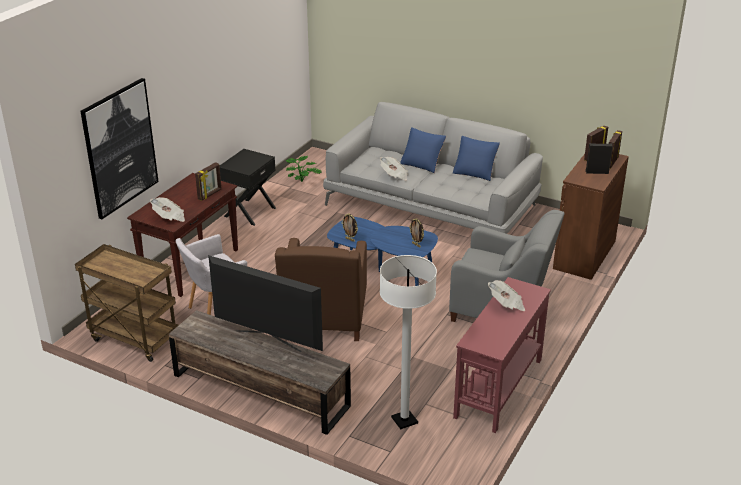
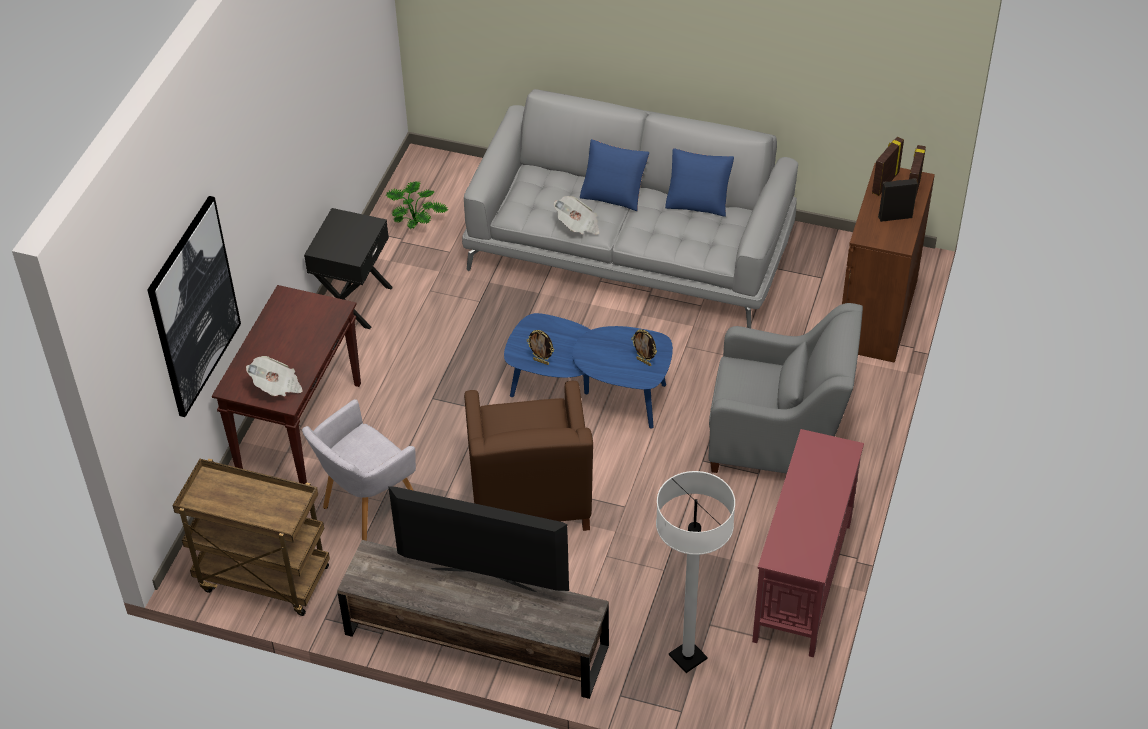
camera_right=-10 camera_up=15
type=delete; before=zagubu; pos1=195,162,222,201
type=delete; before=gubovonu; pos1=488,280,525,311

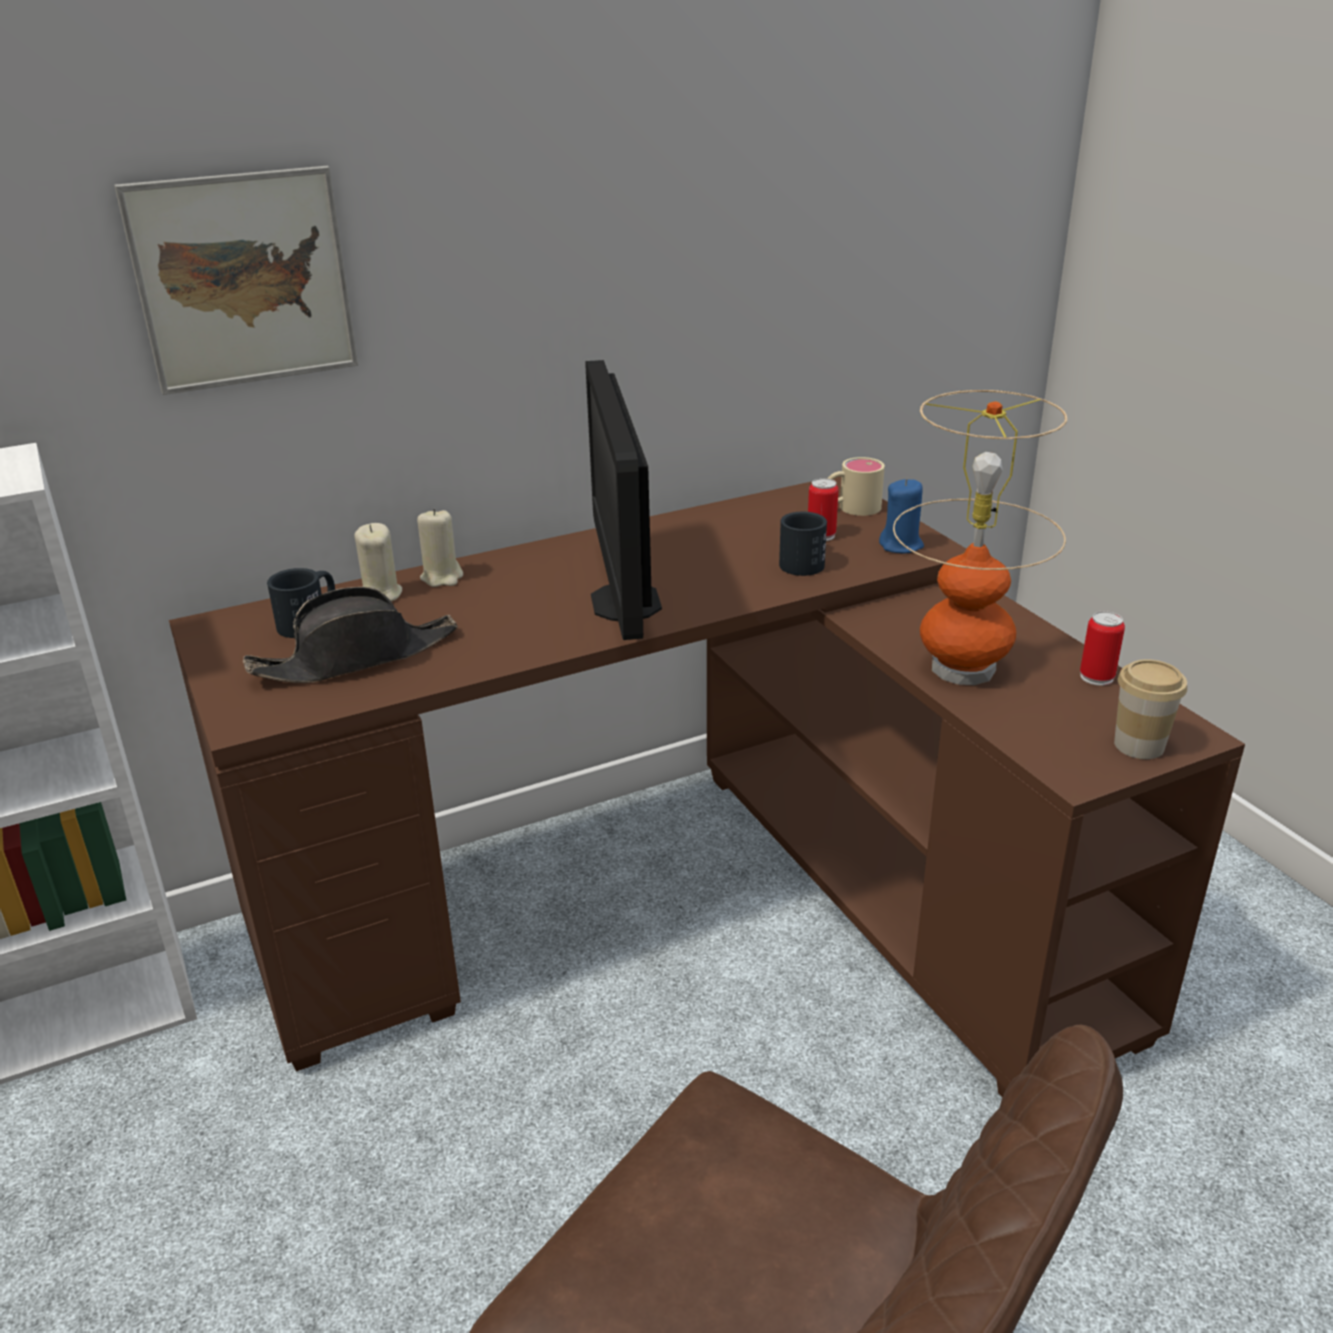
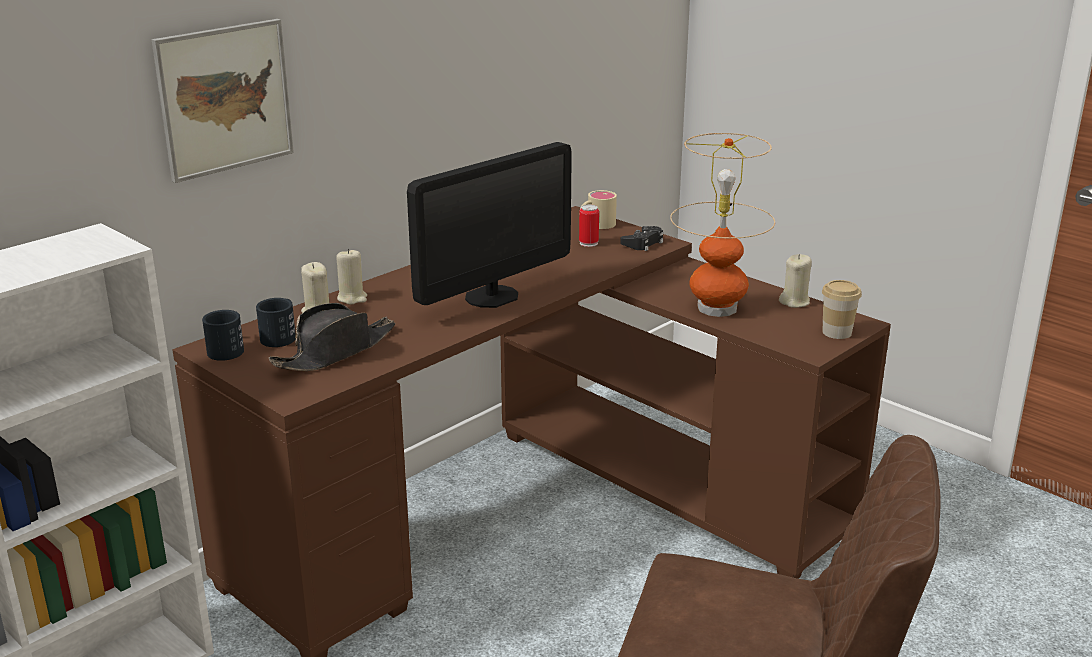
camera_right=-20 camera_up=-5
type=rotate; before=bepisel; pos1=585,360,662,640; pos2=407,142,572,308; turn=-105
type=replace; before=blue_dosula; after=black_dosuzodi; pos1=879,479,924,553; pos2=620,226,663,251
type=move; before=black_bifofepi; pos1=779,512,827,576; pos2=202,310,244,361
type=replace; before=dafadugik; after=beige_dosula; pos1=1080,611,1125,686; pos2=779,254,812,308

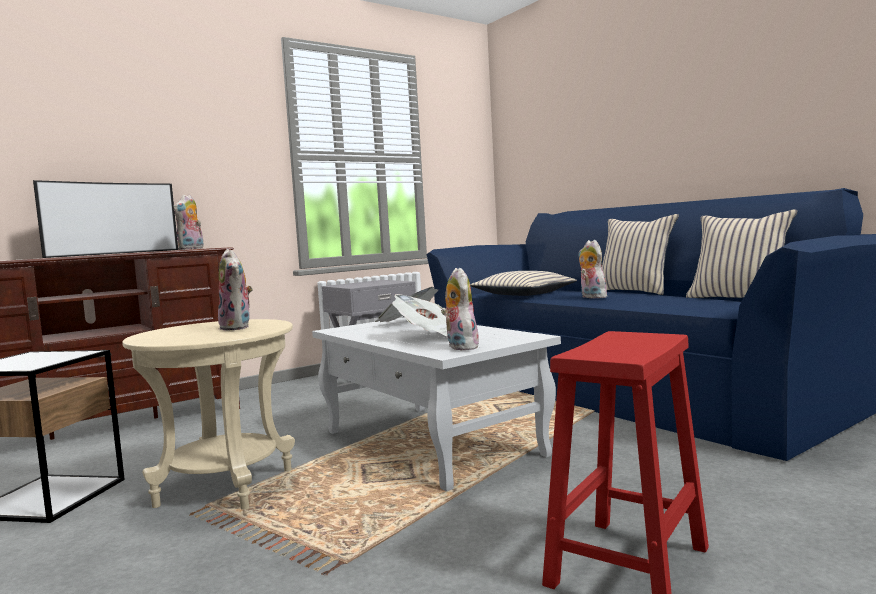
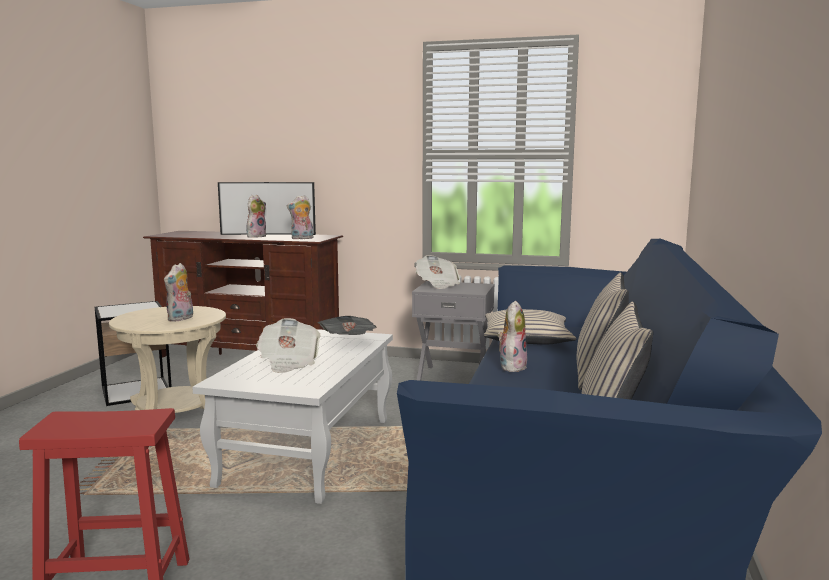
camera_right=50 camera_up=5
type=move; before=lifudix; pos1=441,268,479,350; pos2=247,195,266,238
type=insert; after=gubovonu; pos2=416,255,460,289

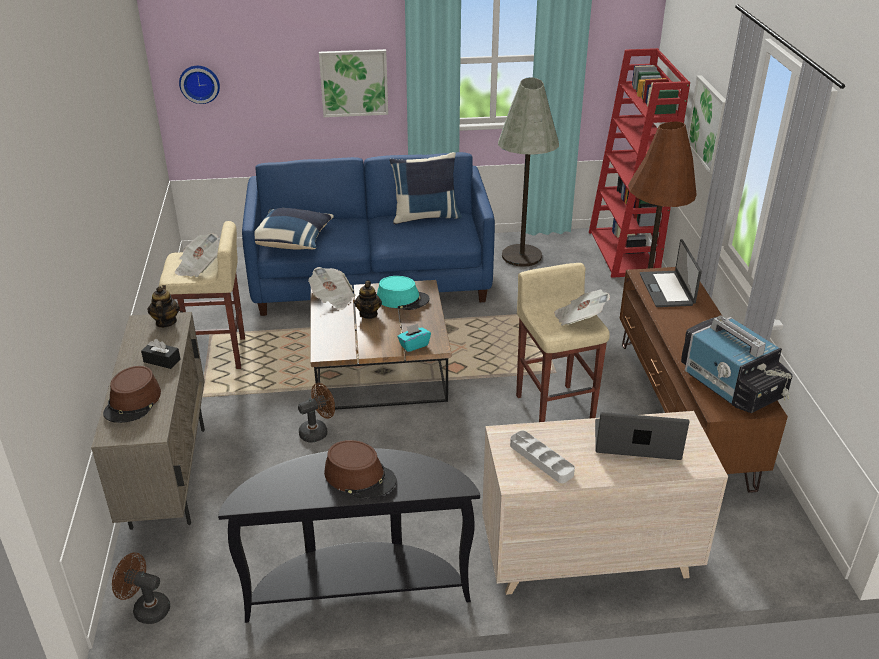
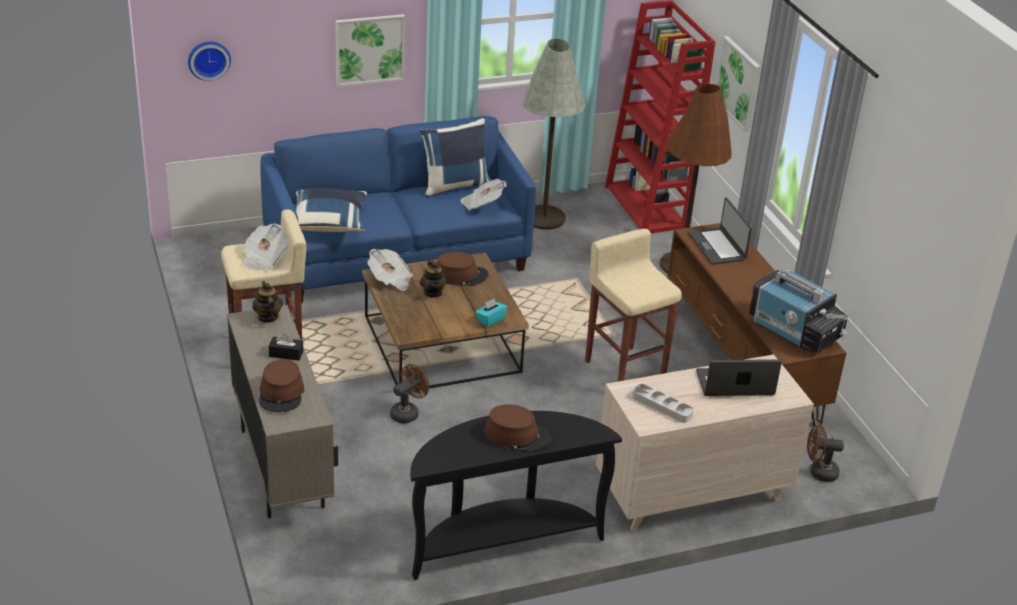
camera_right=-15 camera_up=0
type=recolor; before=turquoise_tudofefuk; after=brown_tudofefuk; pos1=377,276,430,310; pos2=437,252,489,286
type=move; before=gubovonu; pos1=554,290,610,326; pos2=461,179,507,210
type=move; before=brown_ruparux; pos1=112,553,170,624; pos2=807,425,844,482

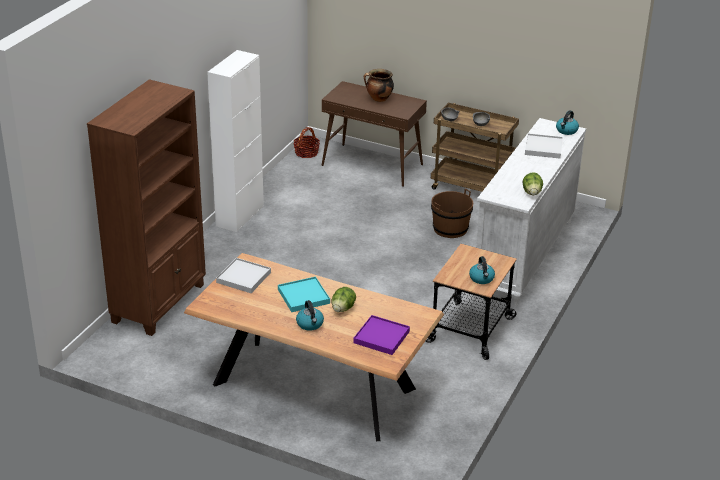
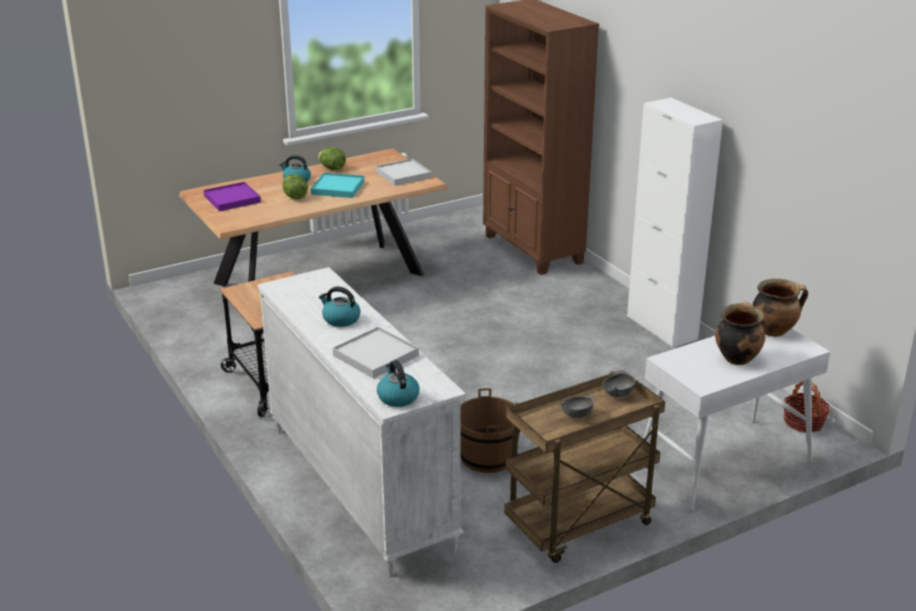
camera_right=125 camera_up=-5
type=recolor; before=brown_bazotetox; after=white_bazotetox; pos1=322,81,427,187; pos2=643,328,830,510
type=move; before=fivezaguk; pos1=523,172,543,195; pos2=318,147,346,170
type=move; before=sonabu; pos1=469,256,495,284; pos2=319,286,360,327
type=insert; after=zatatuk; pos2=753,279,808,337

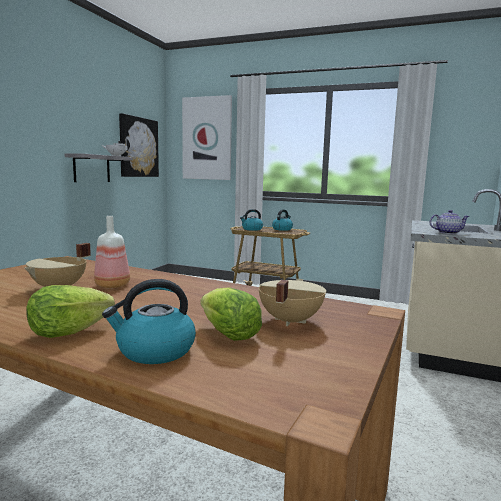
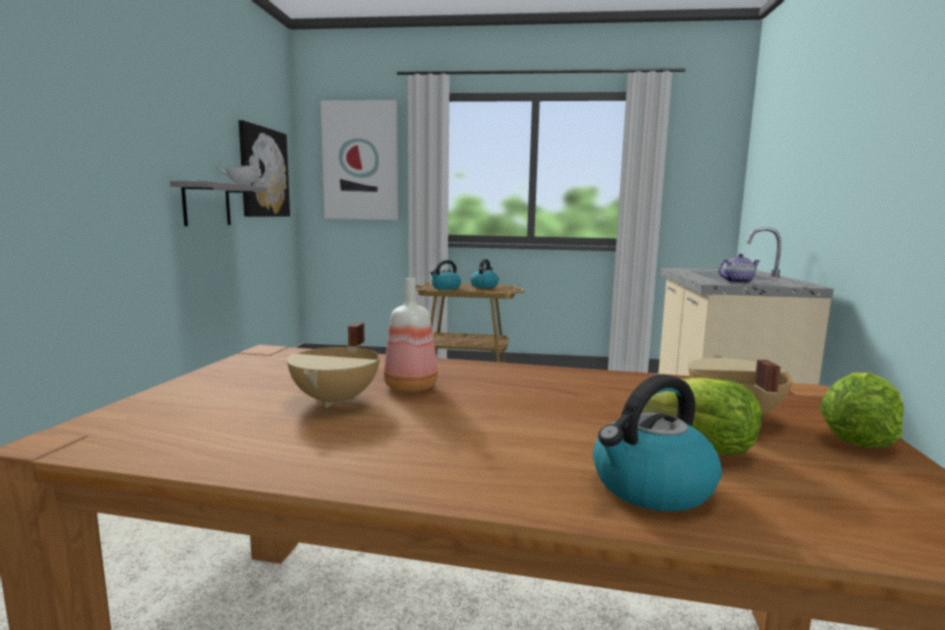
camera_right=-15 camera_up=0
type=move; before=fivezaguk; pos1=26,285,115,338; pos2=819,373,904,448

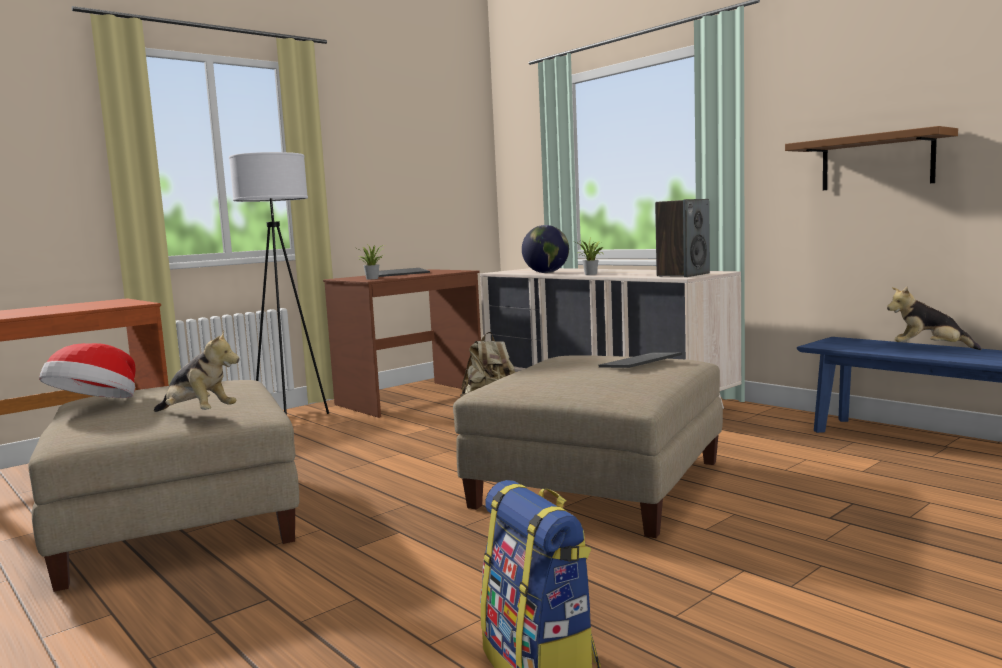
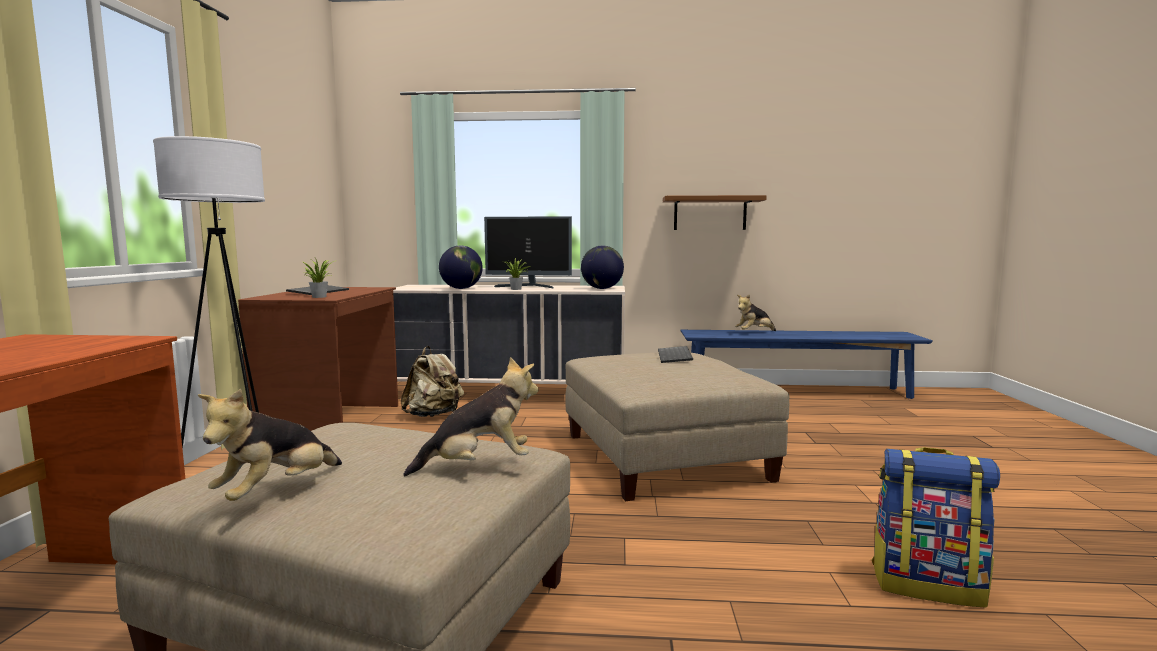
camera_right=-45 camera_up=0
type=replace; before=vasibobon; after=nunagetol; pos1=655,199,710,277; pos2=581,245,624,289
type=replace; before=tudofefuk; after=lifudix; pos1=39,343,136,398; pos2=198,389,342,501
type=insert; after=bepisel; pos2=484,216,572,288

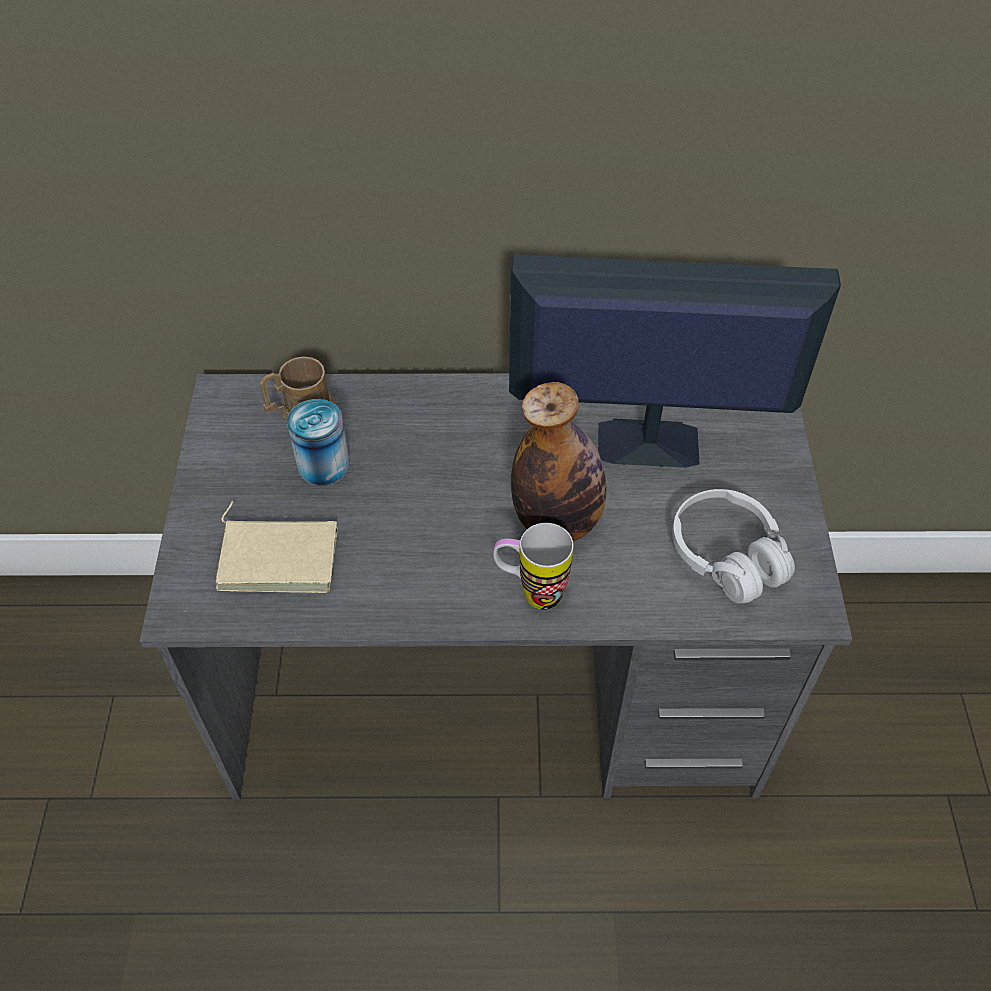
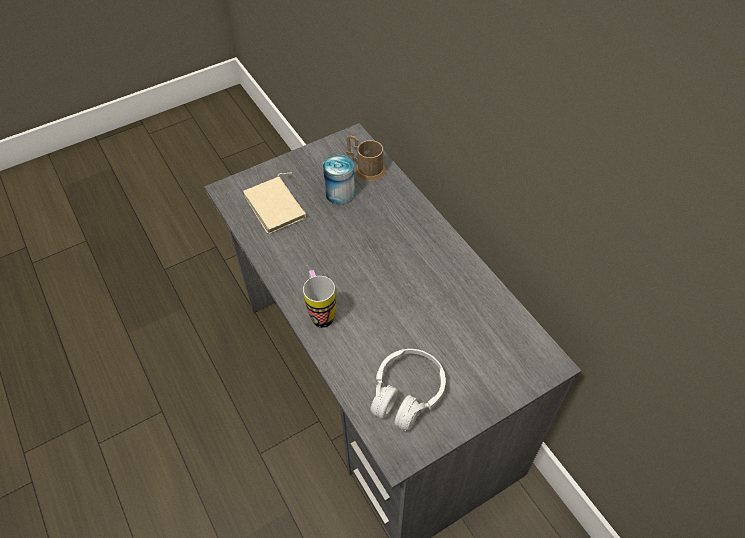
camera_right=60 camera_up=0
type=delete; before=bepisel; pos1=509,255,841,468
type=delete; before=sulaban; pos1=511,382,606,541

